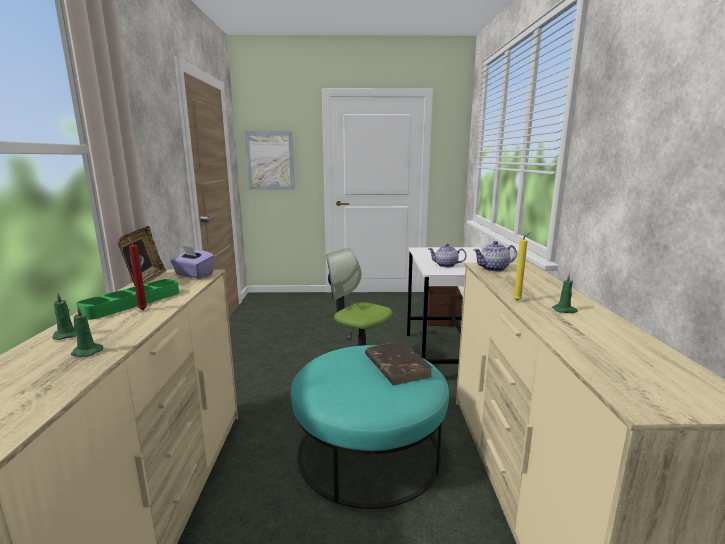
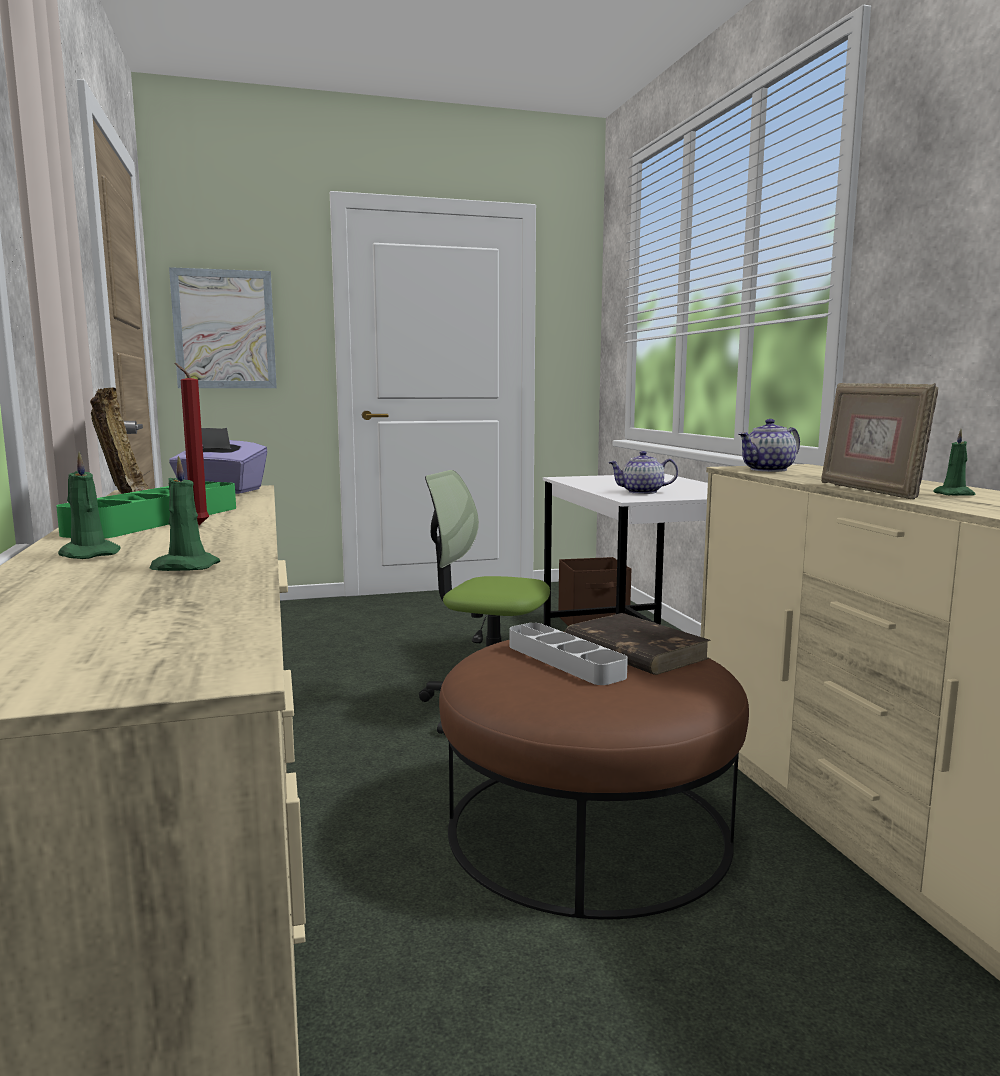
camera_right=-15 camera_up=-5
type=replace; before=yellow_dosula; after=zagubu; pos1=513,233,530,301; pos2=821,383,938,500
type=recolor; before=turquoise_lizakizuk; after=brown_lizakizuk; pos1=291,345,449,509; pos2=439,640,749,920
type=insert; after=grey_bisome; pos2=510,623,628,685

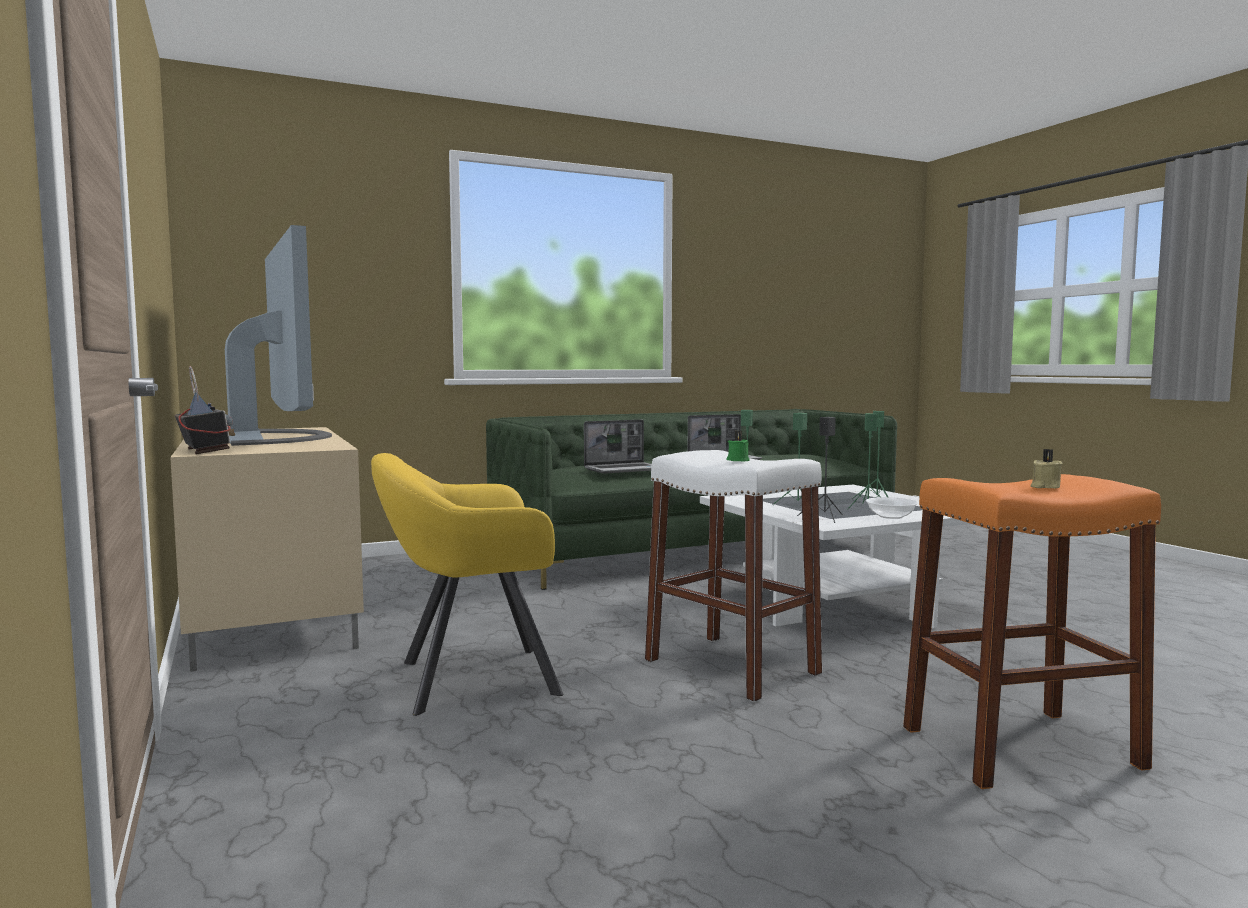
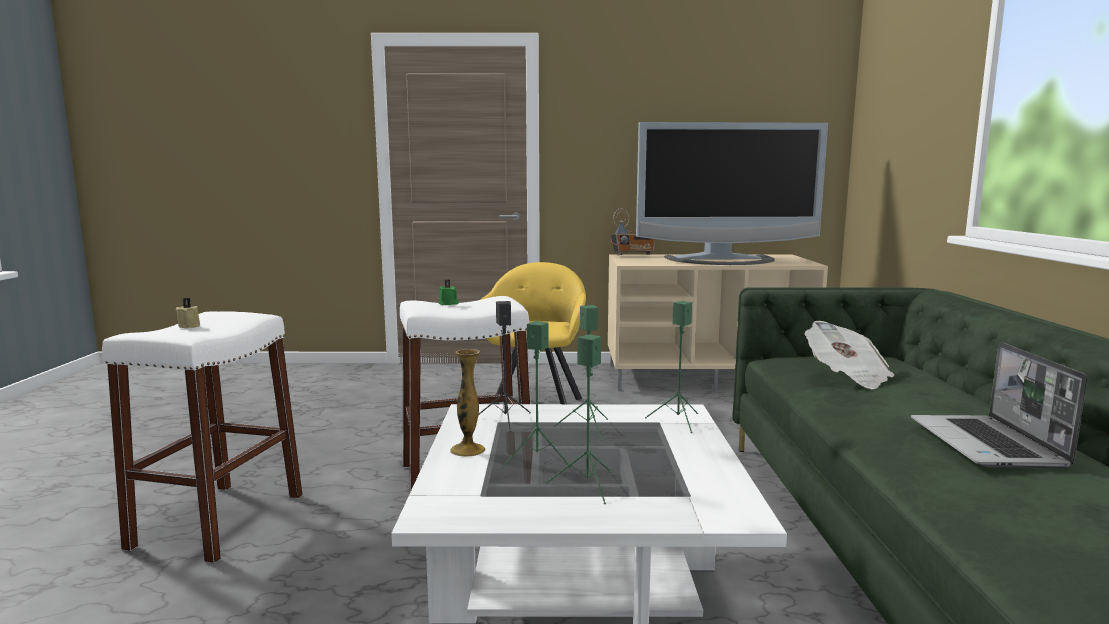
camera_right=115 camera_up=5
type=replace; before=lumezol; after=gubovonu; pos1=584,420,652,474; pos2=805,321,894,389
type=recolor; before=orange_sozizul; after=white_sozizul; pos1=903,474,1161,789; pos2=102,311,303,563
type=replace; before=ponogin; after=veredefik; pos1=866,497,918,519; pos2=450,349,485,457

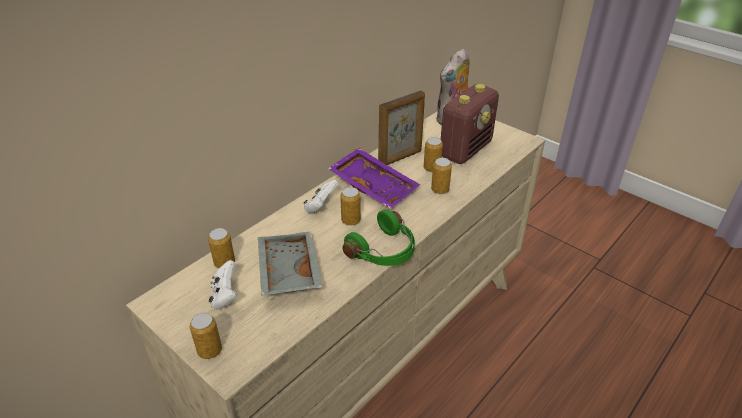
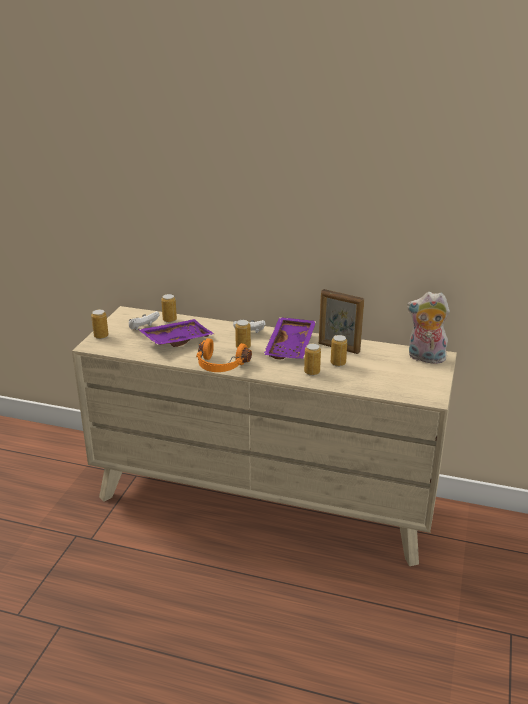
camera_right=65 camera_up=-10
type=delete; before=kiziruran; pos1=441,84,499,164
type=recolor; before=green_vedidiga; after=orange_vedidiga; pos1=342,209,415,266; pos2=196,338,252,372
type=recolor; before=grey_bisome; after=purple_bisome; pos1=258,232,322,296; pos2=138,319,214,347

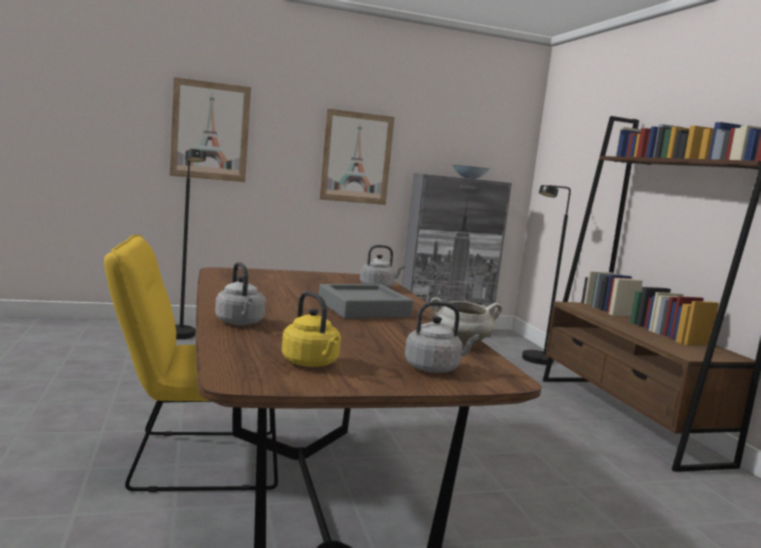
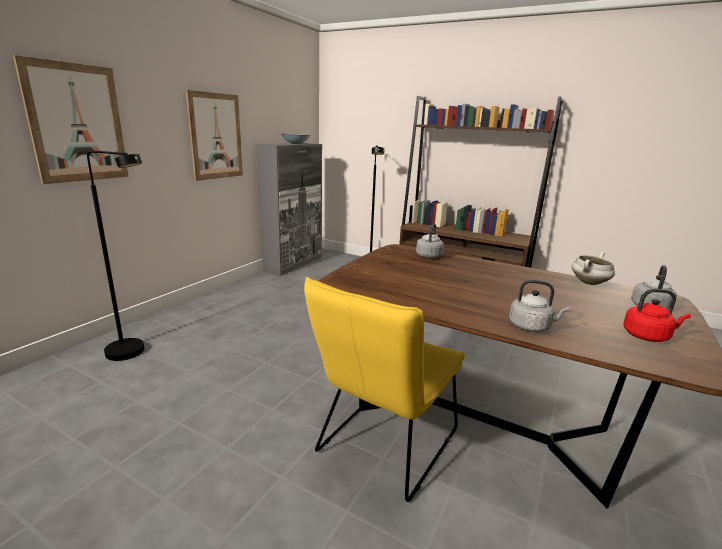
camera_right=-45 camera_up=10
type=delete; before=grey_bisome; pos1=319,284,413,319
type=recolor; before=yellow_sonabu; after=red_sonabu; pos1=282,291,341,367; pos2=623,289,691,342

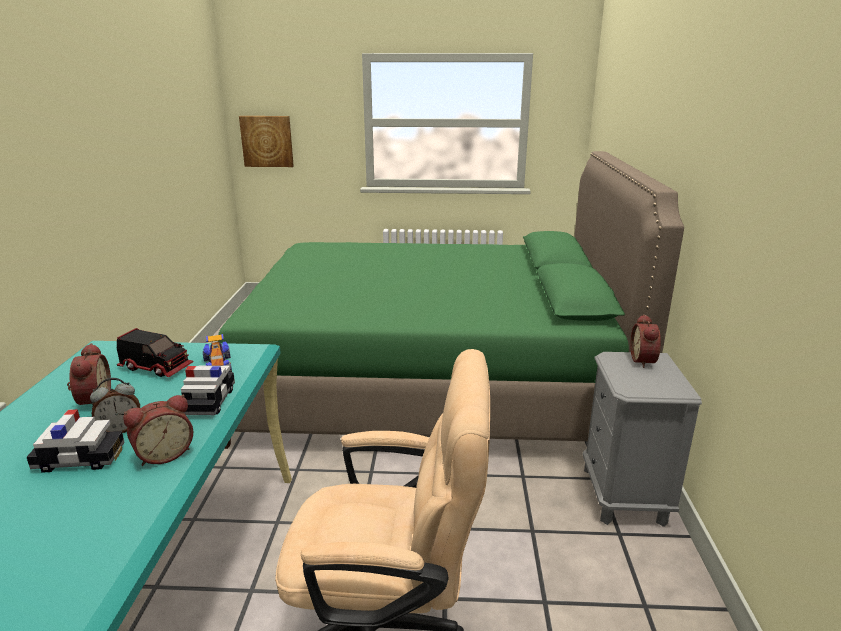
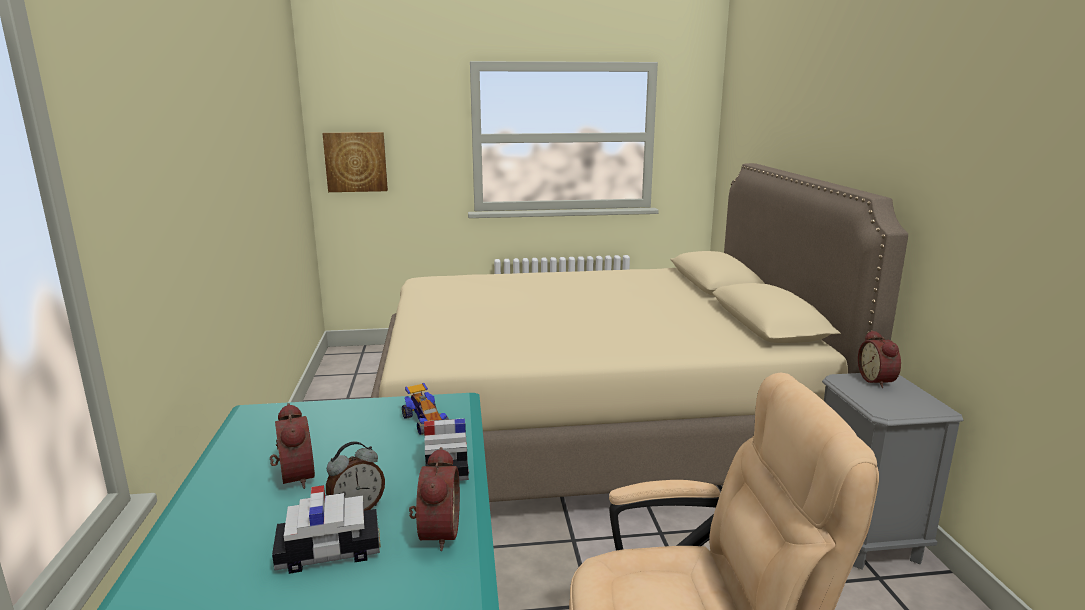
camera_right=-10 camera_up=-5
type=recolor; before=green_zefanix; after=beige_zefanix; pos1=218,151,684,449; pos2=371,163,908,502
type=delete; before=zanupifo; pos1=117,328,194,377
type=rotate; before=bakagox; pos1=123,395,193,466; pos2=409,447,460,552; turn=-45

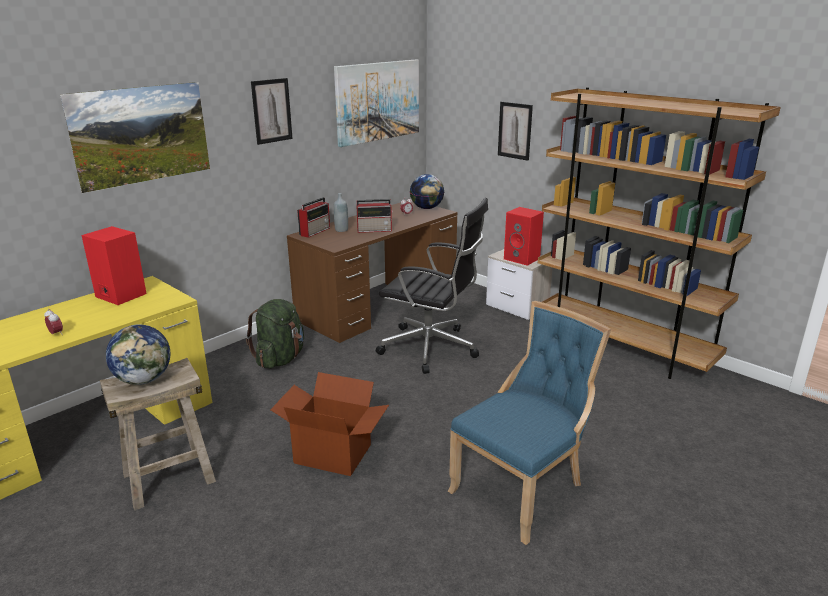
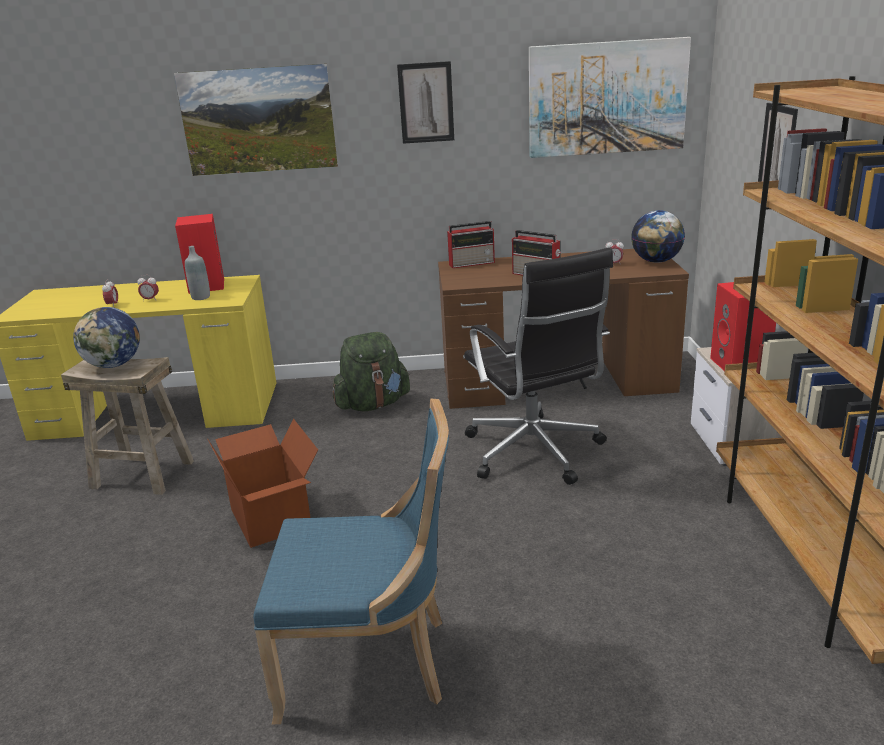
camera_right=45 camera_up=0
type=move; before=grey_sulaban; pos1=334,193,348,232; pos2=185,246,210,300
type=insert; after=bakagox; pos2=137,275,159,301

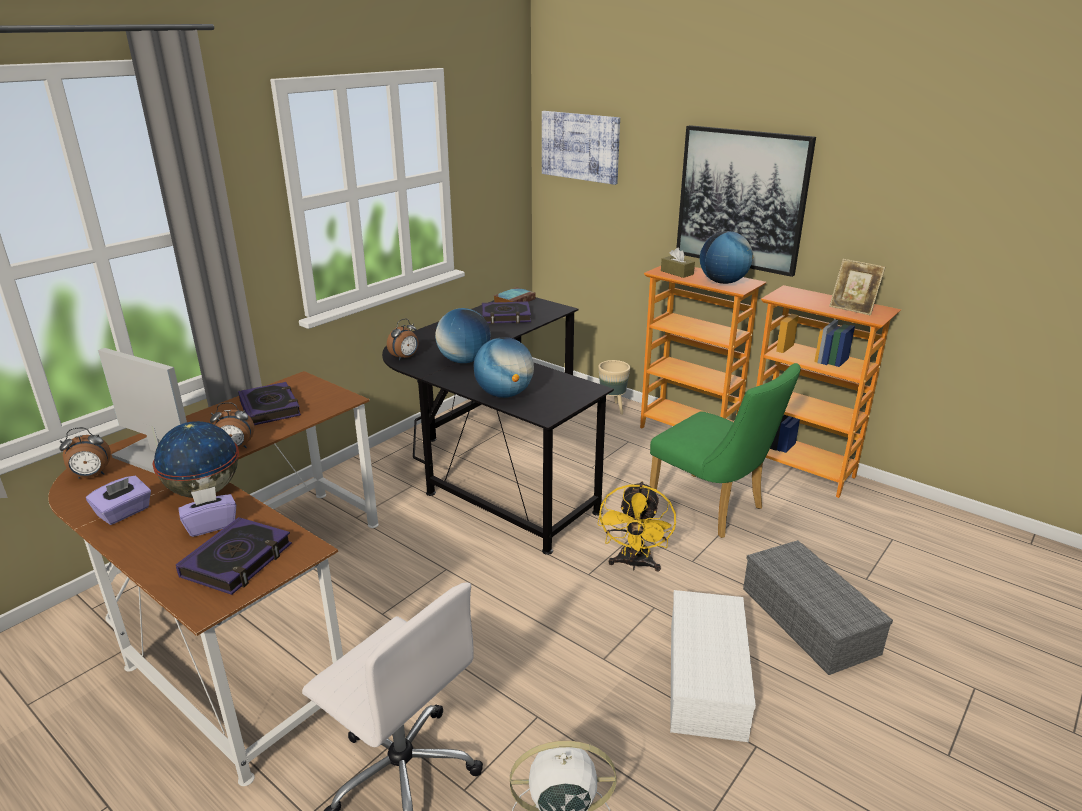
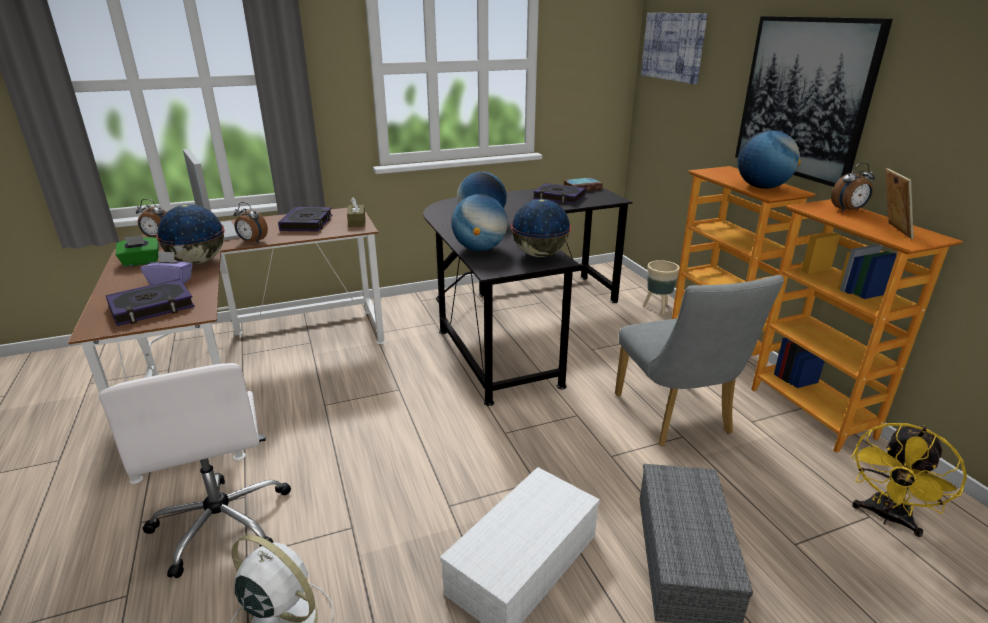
camera_right=30 camera_up=0
type=move; before=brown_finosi; pos1=661,248,695,278; pos2=347,197,365,227
type=rotate; before=zagubu; pos1=829,259,885,316; pos2=885,168,914,239; turn=-150
type=move; before=bakagox; pos1=387,319,418,360; pos2=831,163,875,212
type=recolor; before=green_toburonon; after=grey_toburonon; pos1=650,363,801,538; pos2=615,275,784,446
type=recolor; before=purple_finosi; after=green_finosi; pos1=86,475,151,525; pos2=116,235,159,267
type=move; before=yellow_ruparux; pos1=598,481,676,571; pos2=851,423,967,537
type=insert; after=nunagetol; pos2=511,199,571,257

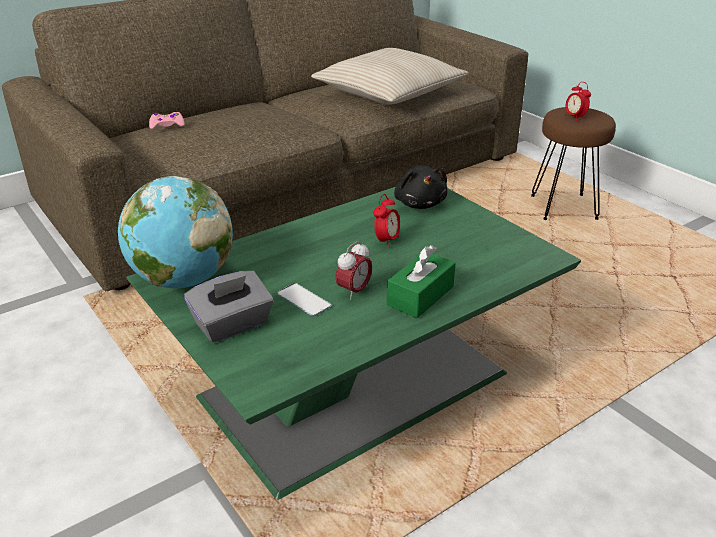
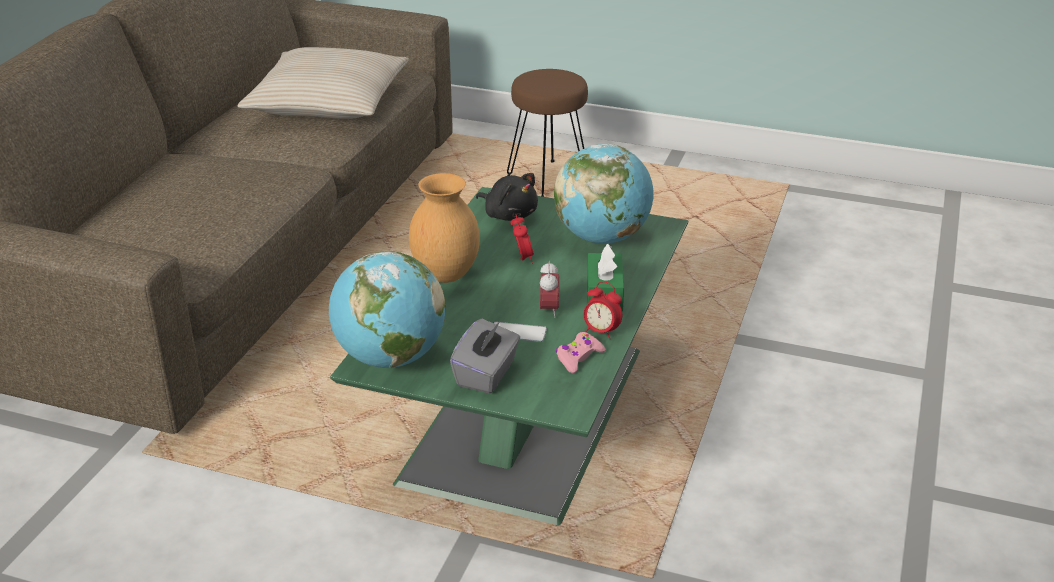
camera_right=-35 camera_up=0
type=move; before=bakagox; pos1=565,82,591,121; pos2=584,281,622,340
type=move; before=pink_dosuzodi; pos1=149,112,184,129; pos2=556,332,606,374
type=insert; after=nunagetol; pos2=554,144,653,244
type=insert; after=brown_veredefik; pos2=409,173,480,283

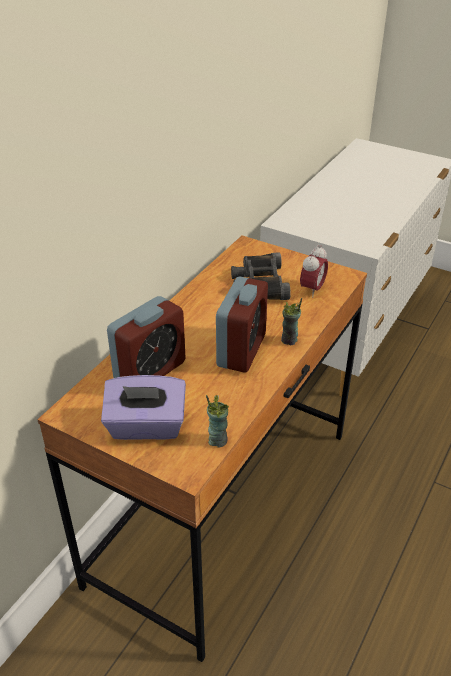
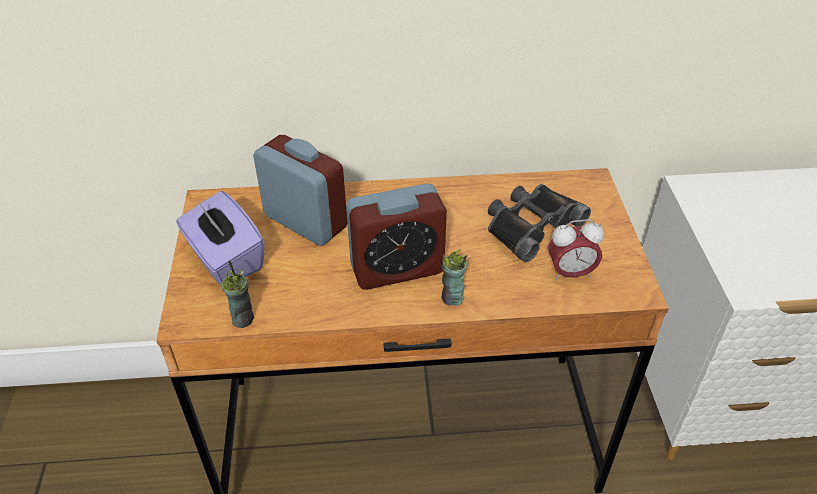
camera_right=55 camera_up=5
type=rotate; before=bakagox; pos1=107,296,186,378; pos2=253,135,347,246; turn=-150

